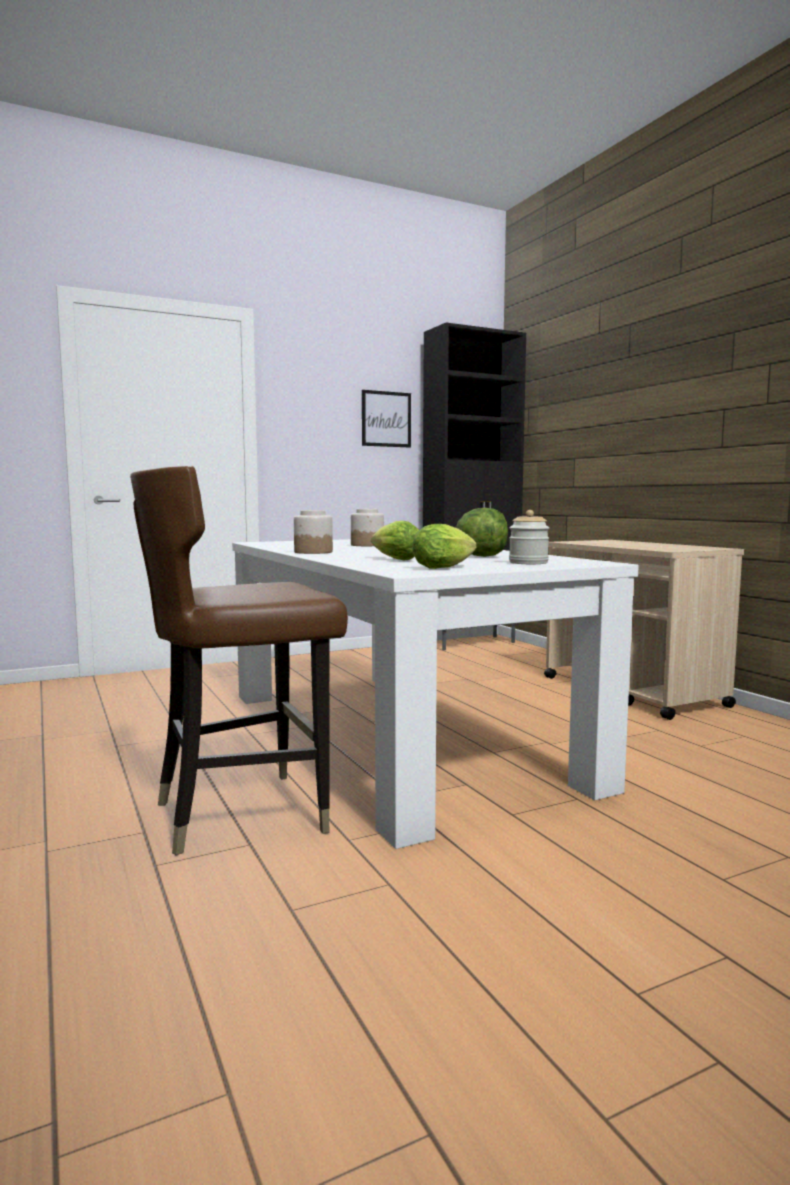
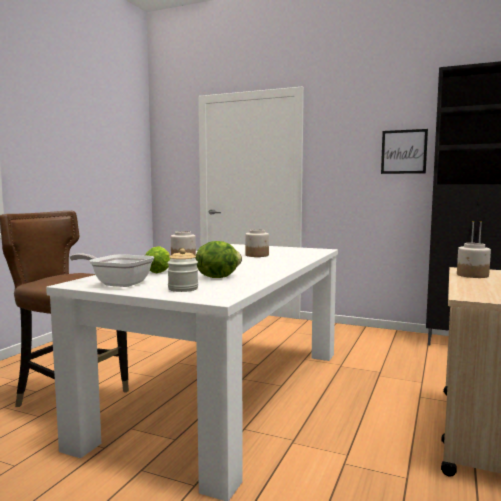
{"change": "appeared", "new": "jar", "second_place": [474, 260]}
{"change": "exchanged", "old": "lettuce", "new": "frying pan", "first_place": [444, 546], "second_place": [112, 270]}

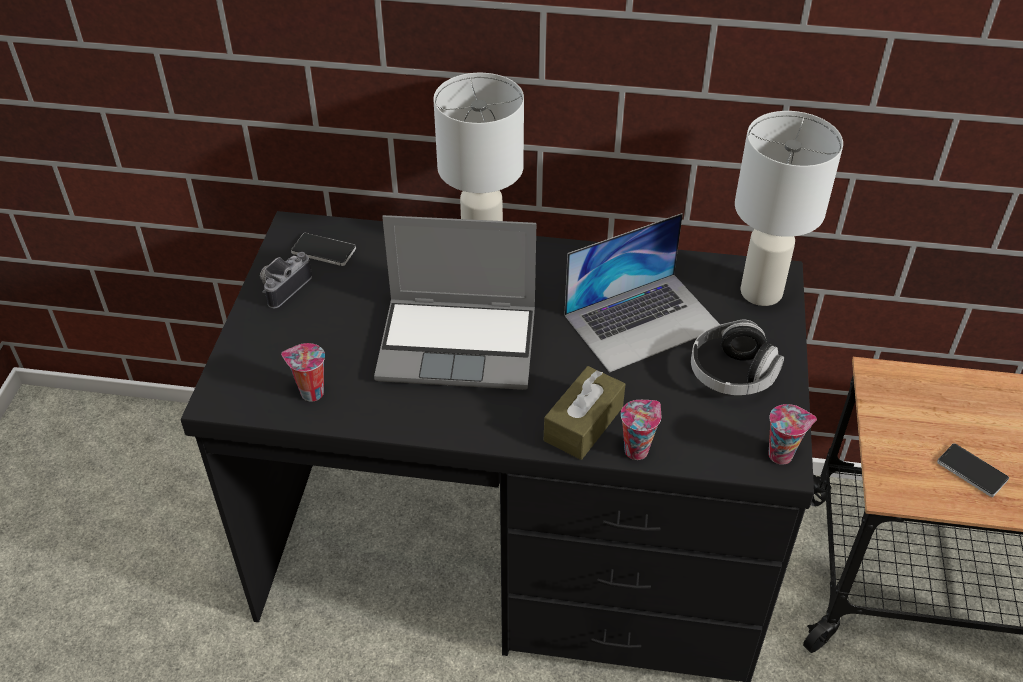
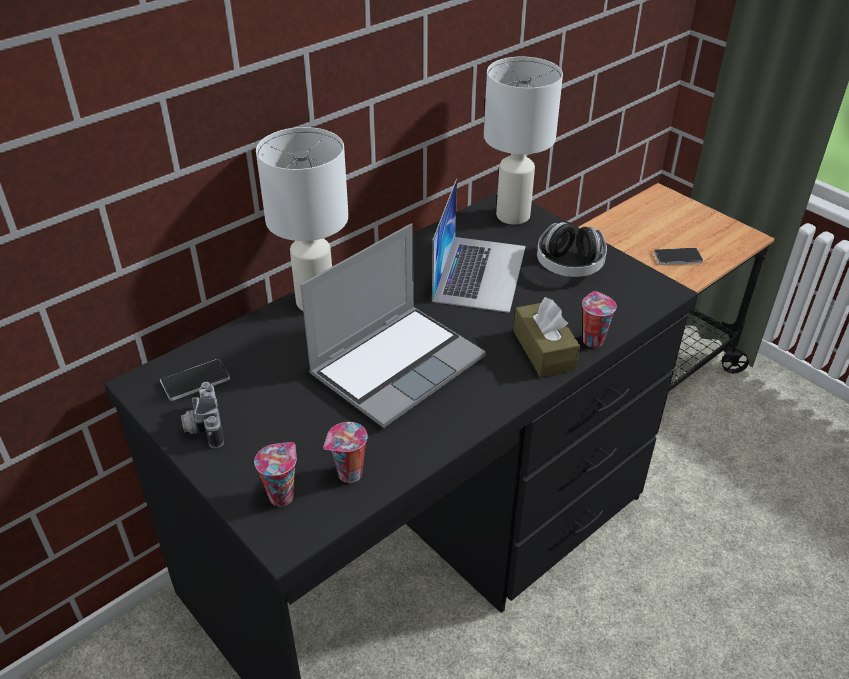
{"change": "relocated", "old": "cup", "first_place": [792, 434], "second_place": [275, 474]}

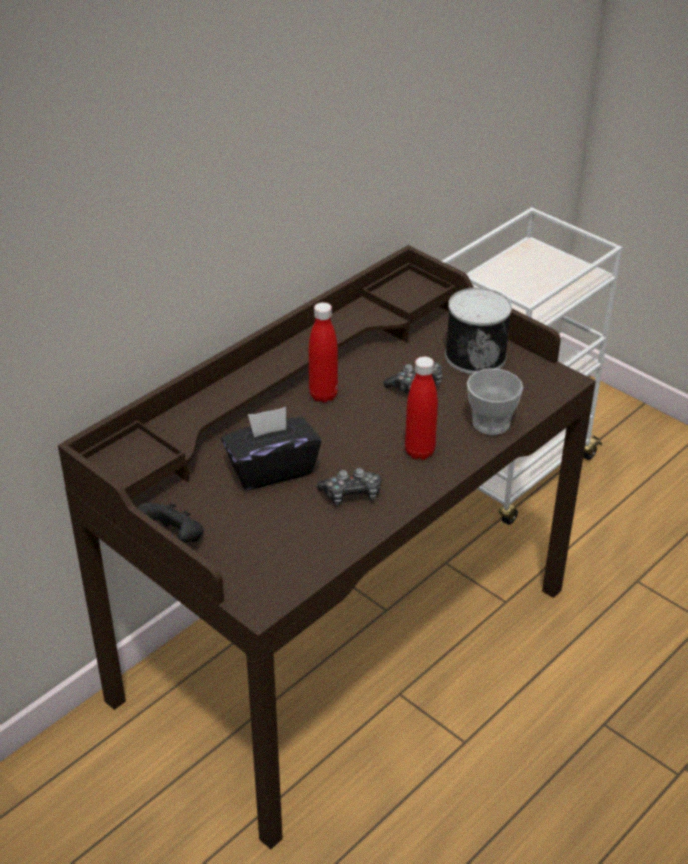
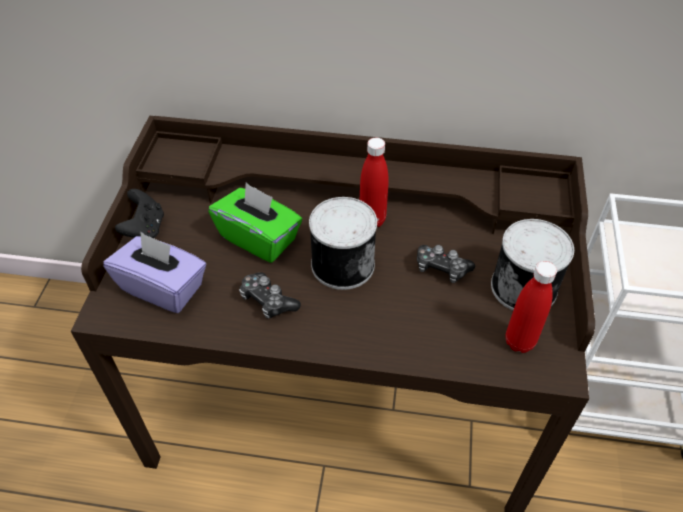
{"change": "missing", "old": "cup", "first_place": [495, 401]}
{"change": "appeared", "new": "purple tissue box", "second_place": [155, 272]}
{"change": "appeared", "new": "can", "second_place": [343, 243]}
{"change": "relocated", "old": "red bottle", "first_place": [421, 408], "second_place": [531, 307]}
{"change": "colour", "old": "black tissue box", "new": "green tissue box", "first_place": [271, 448], "second_place": [255, 222]}

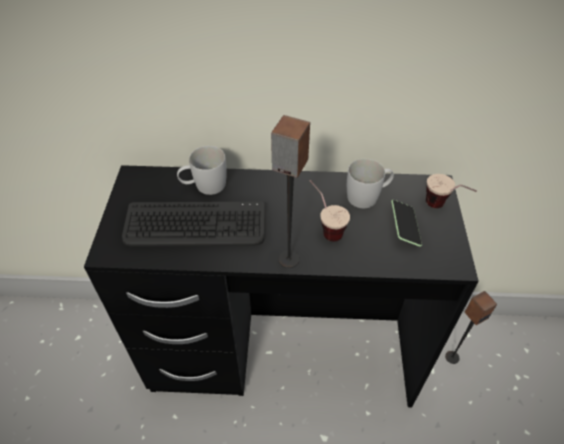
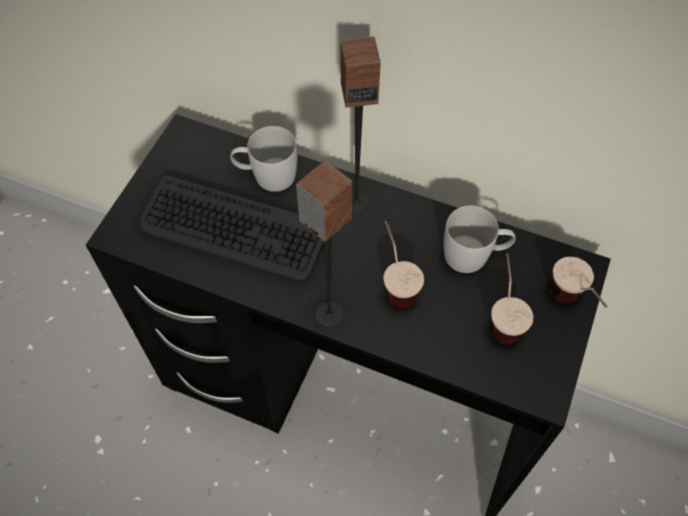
{"change": "relocated", "old": "speaker", "first_place": [471, 327], "second_place": [360, 124]}
{"change": "exchanged", "old": "phone", "new": "cup", "first_place": [406, 223], "second_place": [512, 299]}

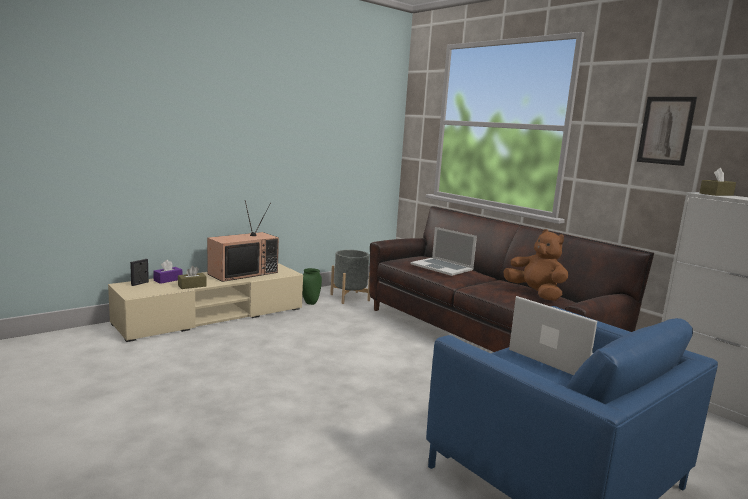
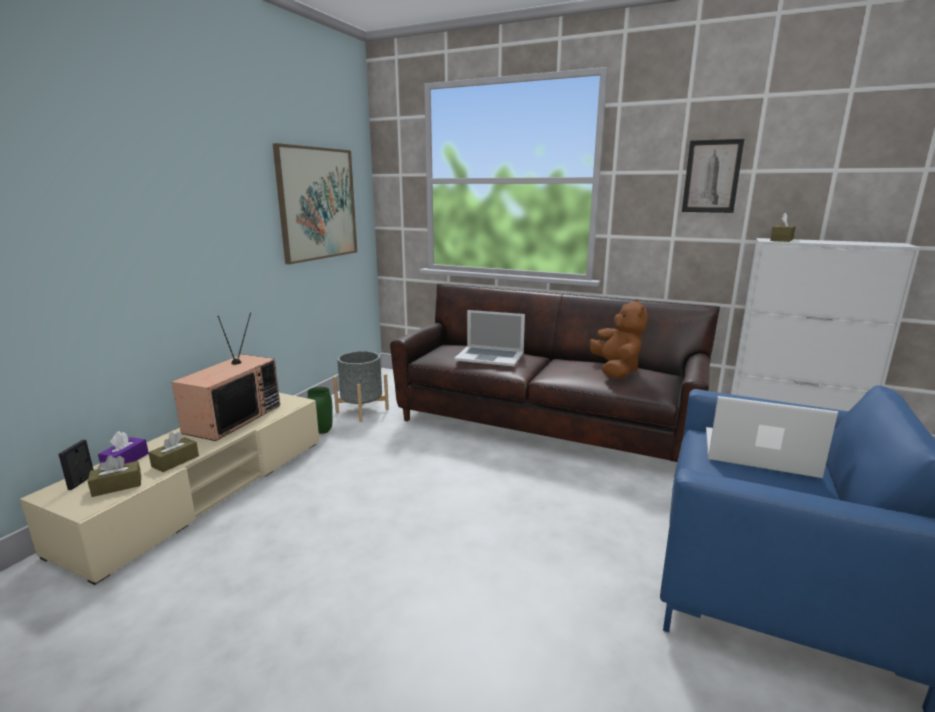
{"change": "appeared", "new": "brown tissue box", "second_place": [114, 476]}
{"change": "appeared", "new": "picture", "second_place": [314, 203]}
{"change": "spun", "old": "brown plush toy", "first_place": [535, 265], "second_place": [618, 339], "degrees": 60}

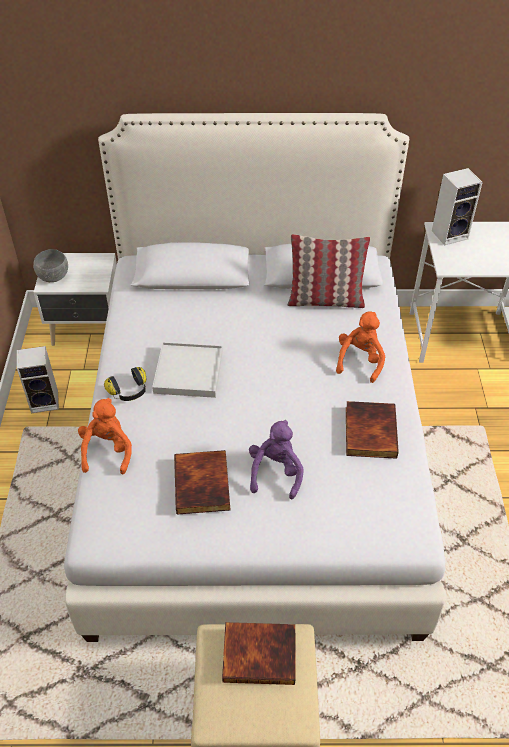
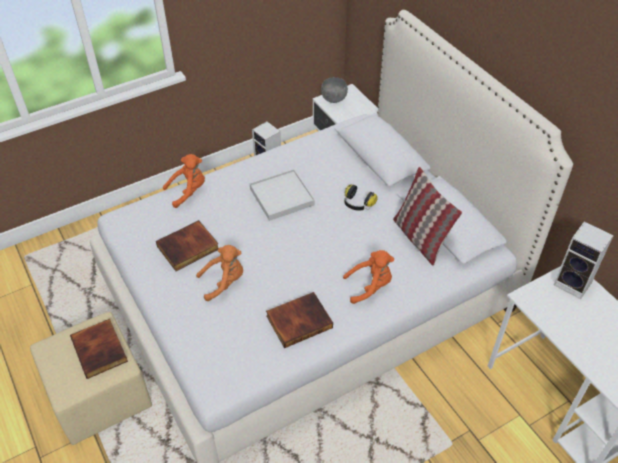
{"change": "relocated", "old": "headphones", "first_place": [125, 384], "second_place": [361, 197]}
{"change": "colour", "old": "purple plush toy", "new": "orange plush toy", "first_place": [276, 459], "second_place": [219, 273]}

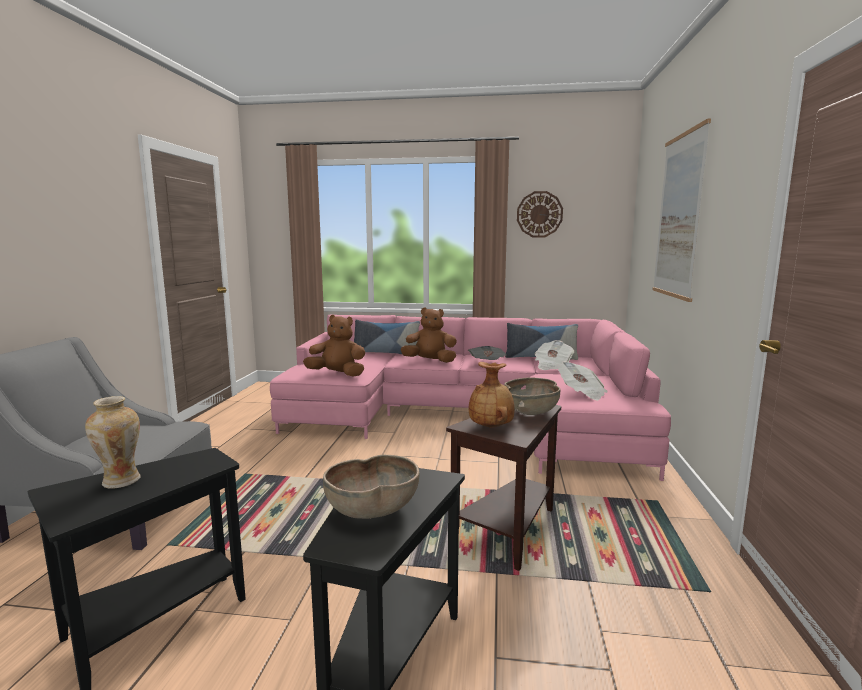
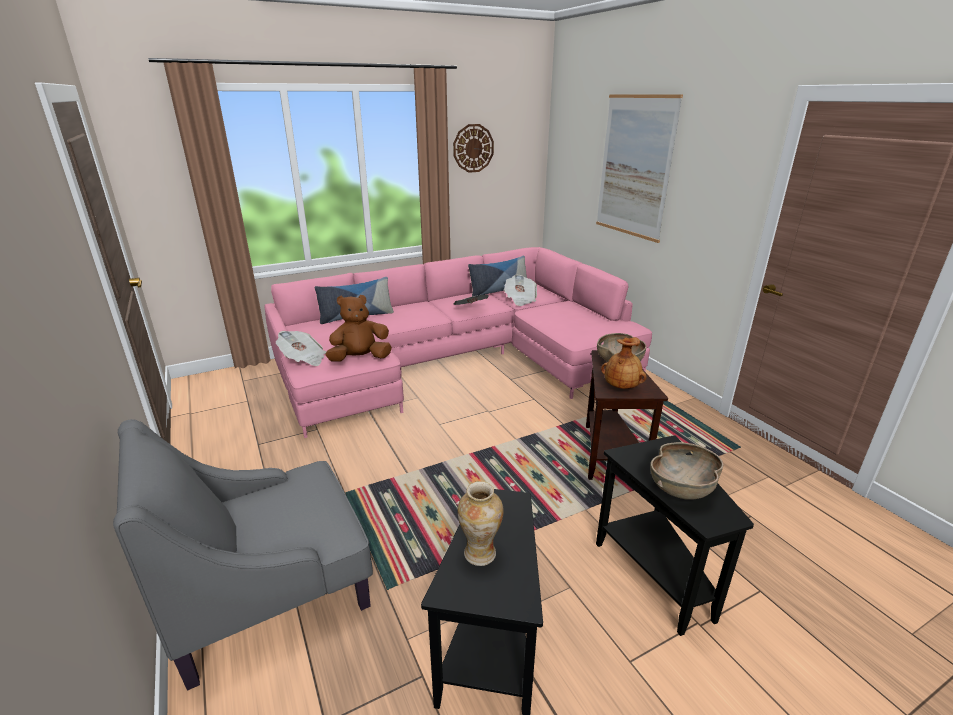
{"change": "missing", "old": "brown plush toy", "first_place": [428, 335]}
{"change": "relocated", "old": "newspaper", "first_place": [583, 381], "second_place": [301, 348]}

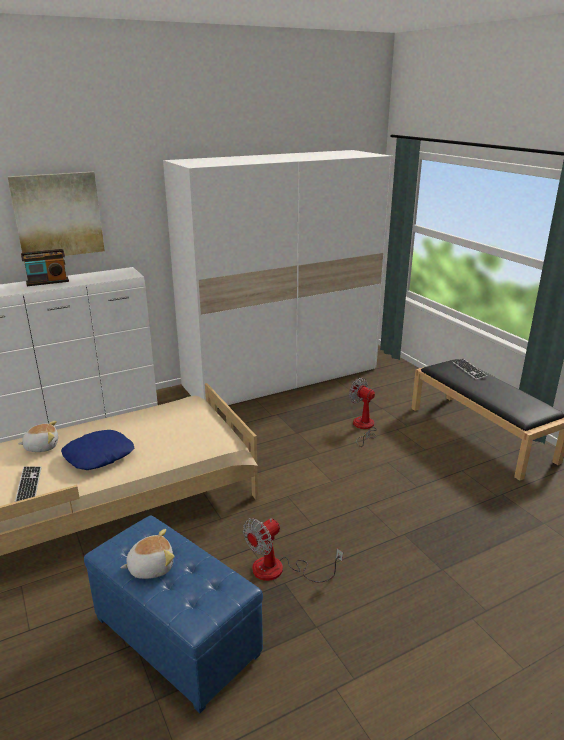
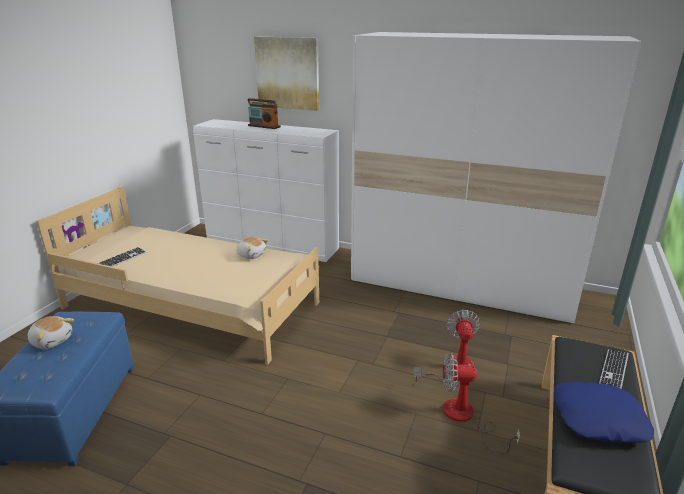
{"change": "relocated", "old": "plush toy", "first_place": [38, 436], "second_place": [252, 248]}
{"change": "relocated", "old": "blue pillow", "first_place": [97, 450], "second_place": [604, 412]}
{"change": "relocated", "old": "fan", "first_place": [293, 550], "second_place": [481, 403]}

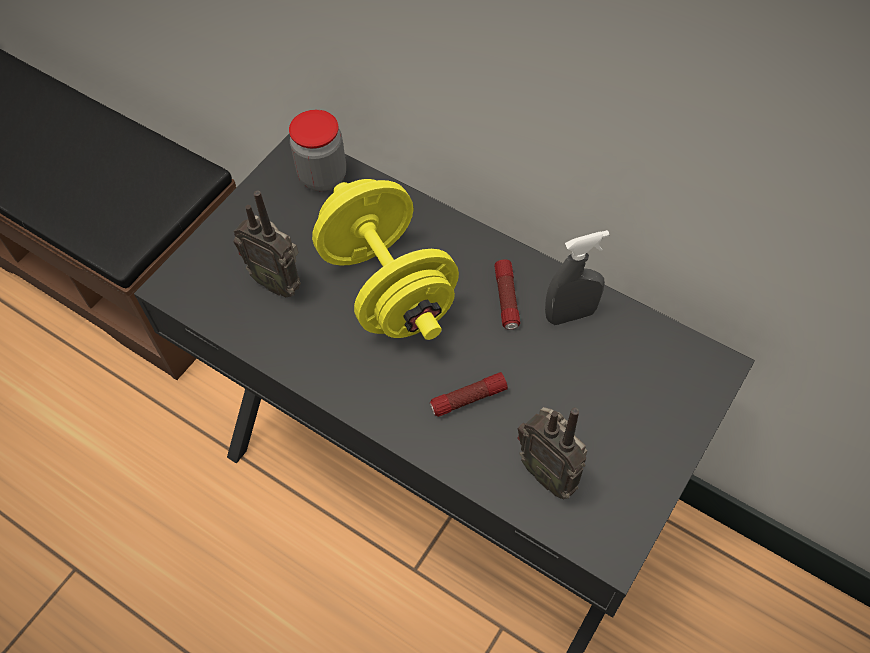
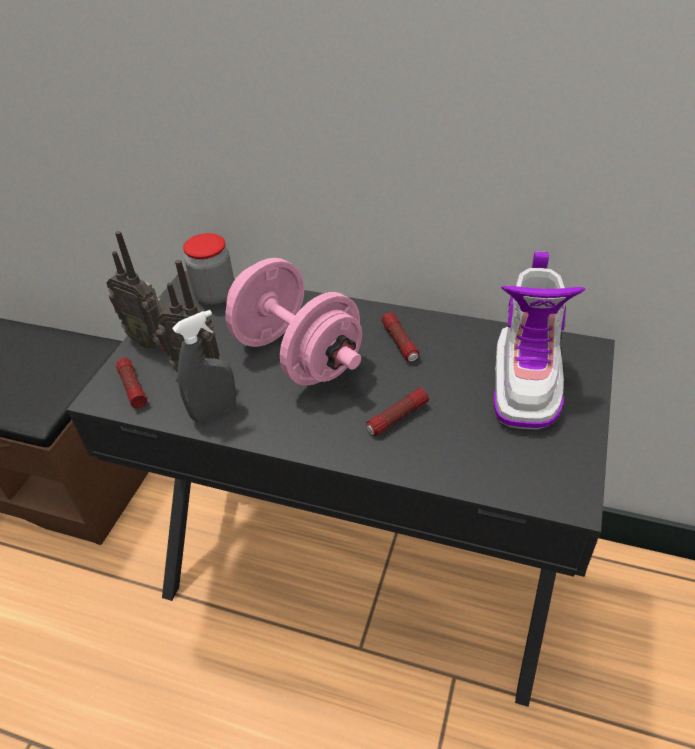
{"change": "appeared", "new": "flashlight", "second_place": [131, 383]}
{"change": "appeared", "new": "boot", "second_place": [539, 340]}
{"change": "relocated", "old": "radio", "first_place": [552, 453], "second_place": [135, 290]}
{"change": "relocated", "old": "grey spray bottle", "first_place": [577, 277], "second_place": [204, 366]}
{"change": "colour", "old": "yellow dumbbell", "new": "pink dumbbell", "first_place": [385, 259], "second_place": [293, 322]}

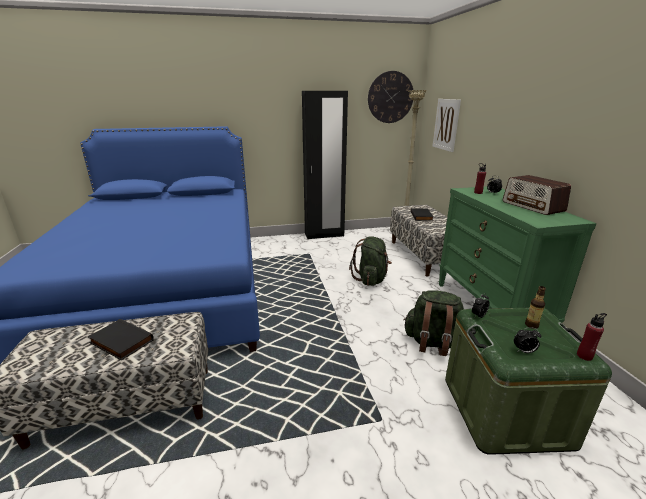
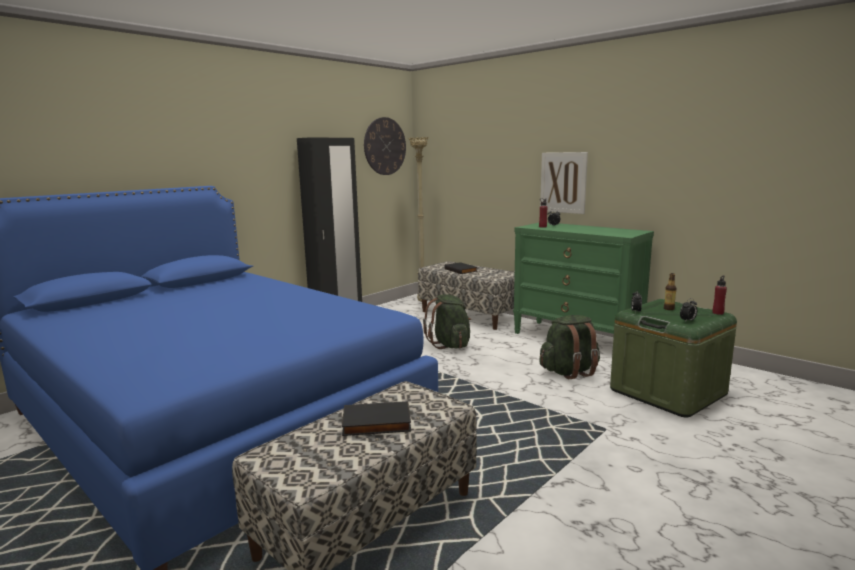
{"change": "missing", "old": "radio", "first_place": [537, 195]}
{"change": "relocated", "old": "picture", "first_place": [446, 125], "second_place": [564, 183]}

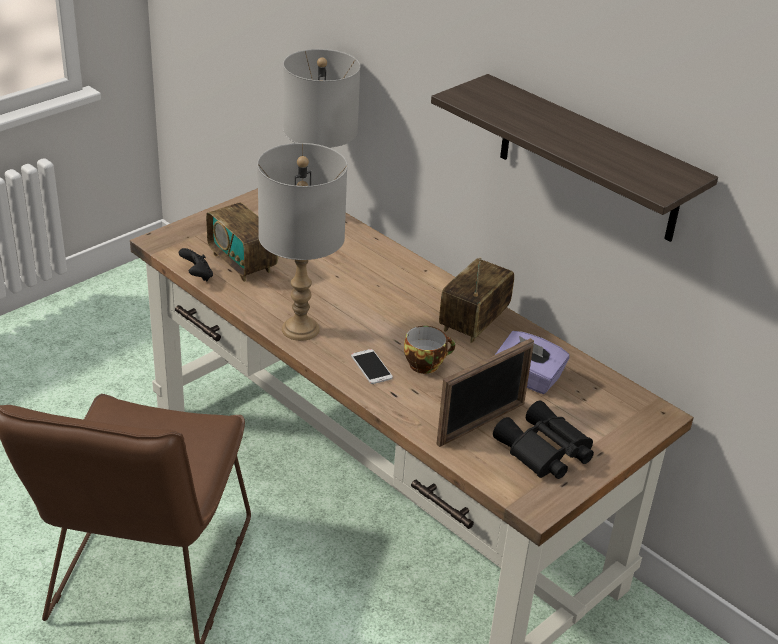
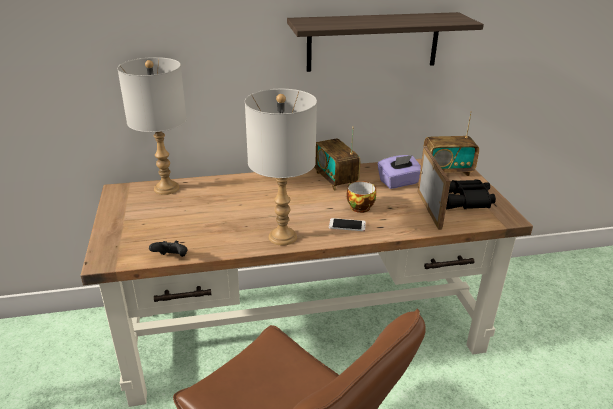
{"change": "relocated", "old": "radio", "first_place": [242, 242], "second_place": [451, 143]}

